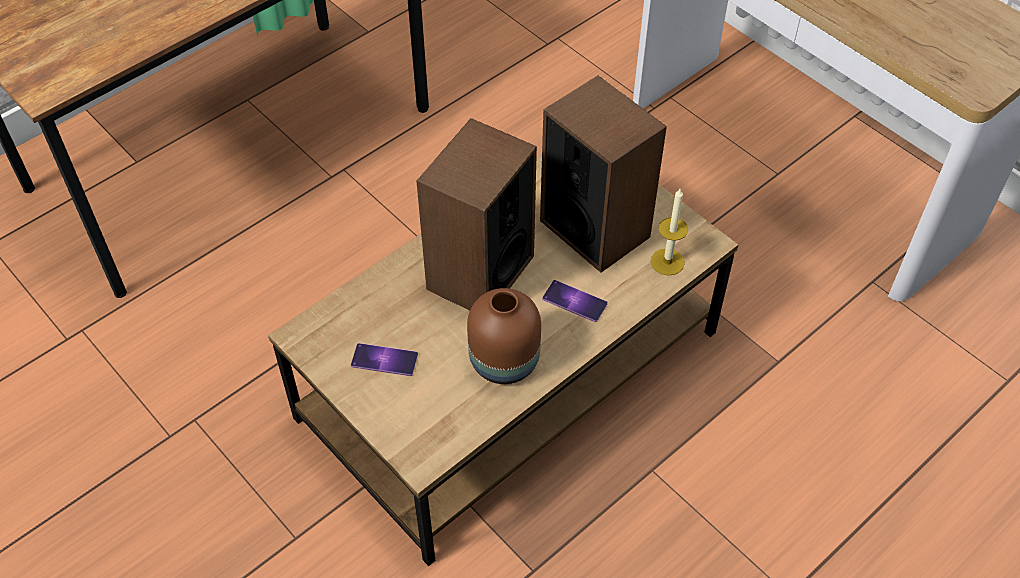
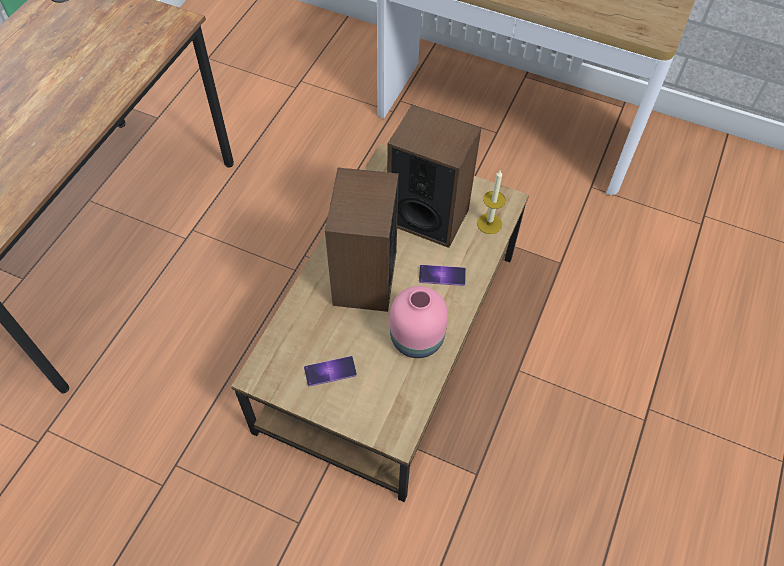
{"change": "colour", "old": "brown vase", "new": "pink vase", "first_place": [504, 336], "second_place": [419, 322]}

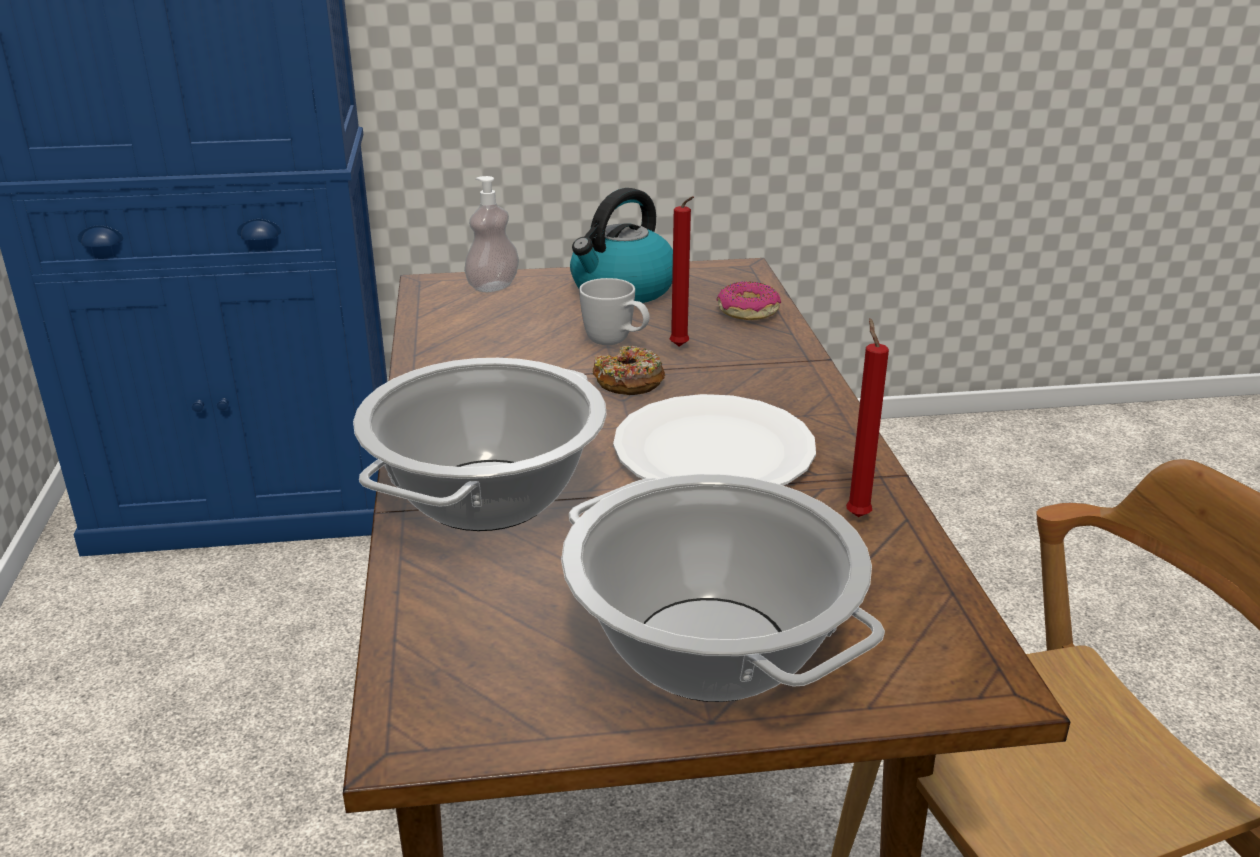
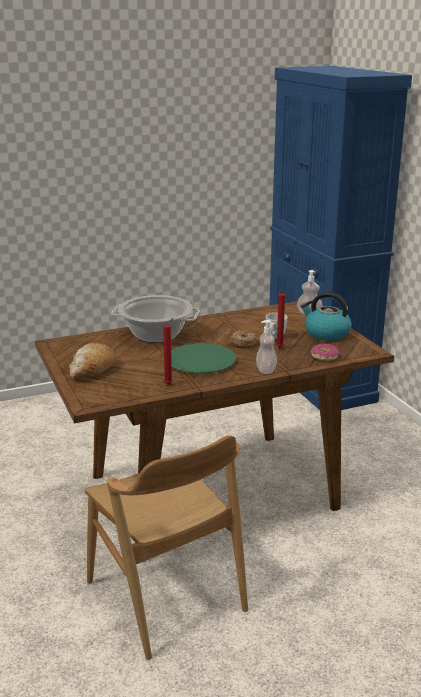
{"change": "appeared", "new": "soap dispenser", "second_place": [266, 347]}
{"change": "exchanged", "old": "cooking pot", "new": "bread", "first_place": [723, 588], "second_place": [92, 361]}
{"change": "colour", "old": "white plate", "new": "green plate", "first_place": [714, 439], "second_place": [203, 358]}

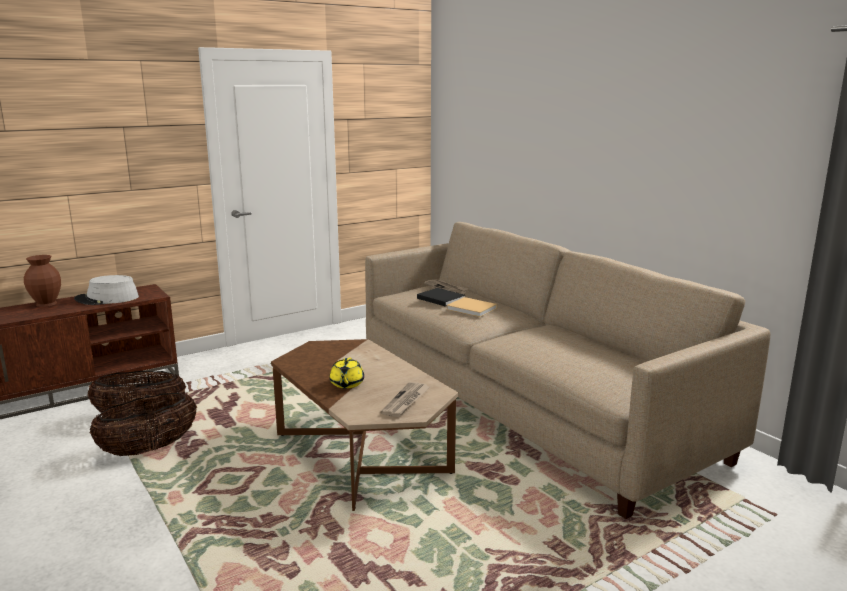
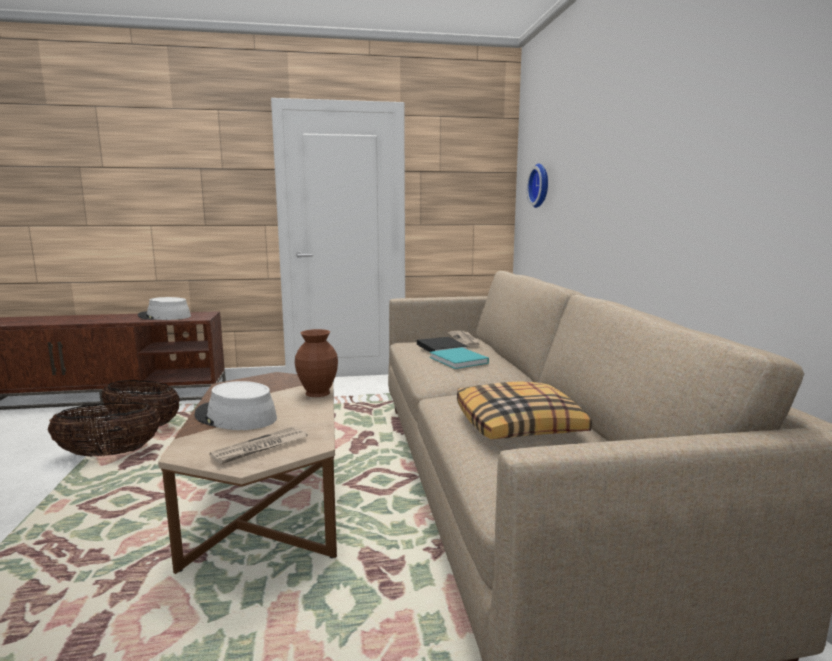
{"change": "appeared", "new": "pillow", "second_place": [524, 410]}
{"change": "appeared", "new": "wall clock", "second_place": [537, 186]}
{"change": "relocated", "old": "brown vase", "first_place": [42, 281], "second_place": [316, 363]}
{"change": "exchanged", "old": "yellow teapot", "new": "grey hat", "first_place": [346, 373], "second_place": [236, 405]}
{"change": "colour", "old": "beige book", "new": "turquoise book", "first_place": [471, 307], "second_place": [459, 358]}

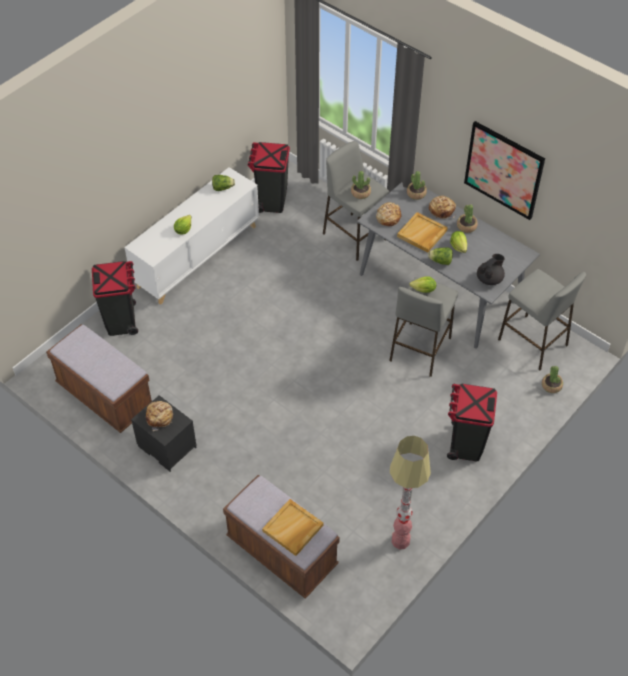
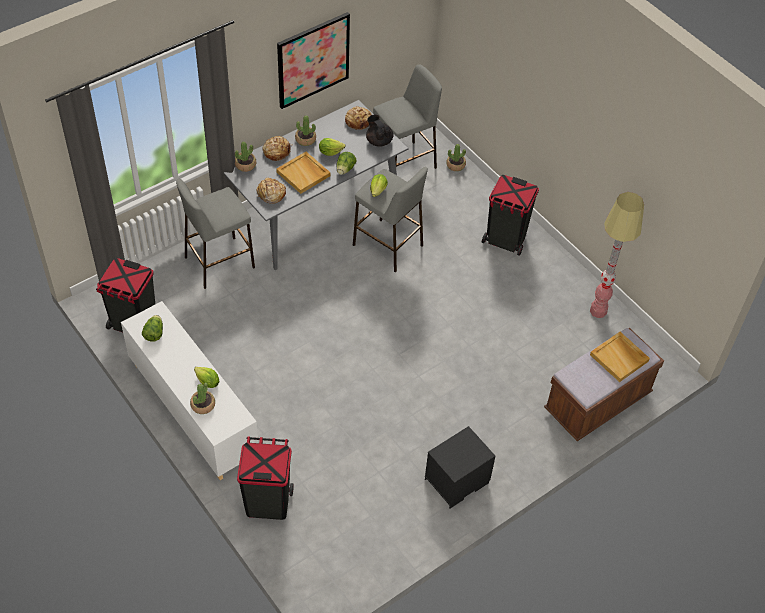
{"change": "missing", "old": "brown bench", "first_place": [99, 378]}
{"change": "relocated", "old": "bread", "first_place": [159, 416], "second_place": [358, 118]}
{"change": "relocated", "old": "potted plant", "first_place": [361, 185], "second_place": [202, 398]}

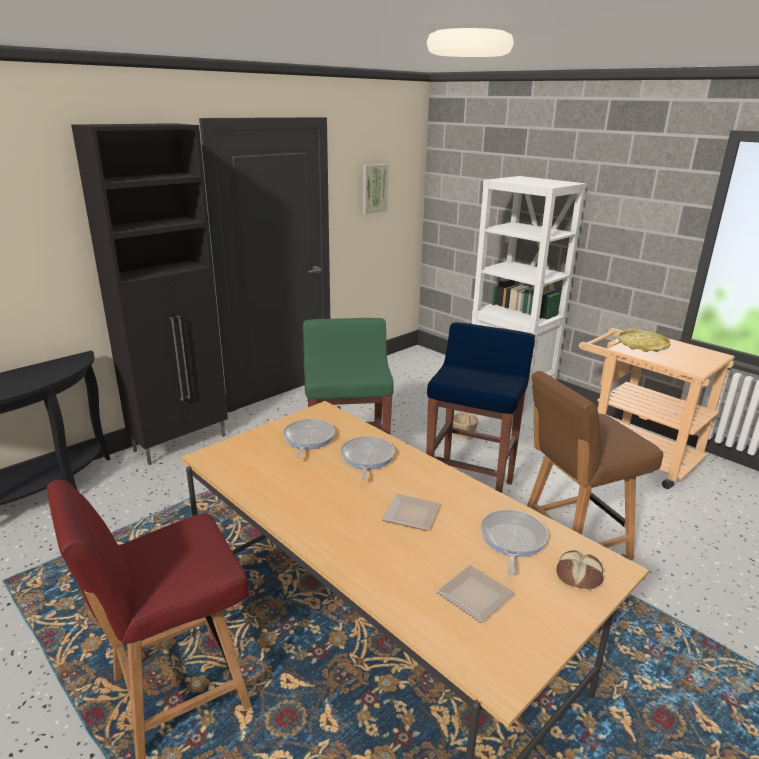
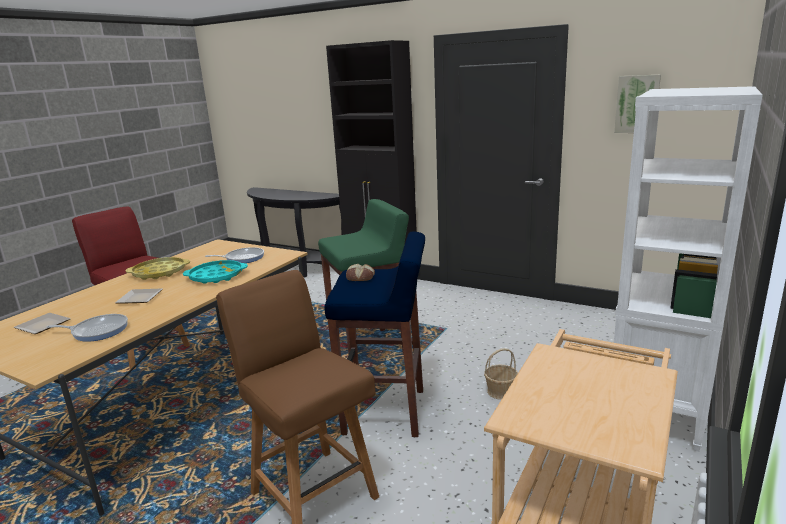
{"change": "relocated", "old": "bread", "first_place": [580, 570], "second_place": [360, 272]}
{"change": "relocated", "old": "yellow tray", "first_place": [644, 340], "second_place": [158, 268]}
{"change": "exchanged", "old": "frying pan", "new": "turquoise tray", "first_place": [367, 458], "second_place": [215, 272]}

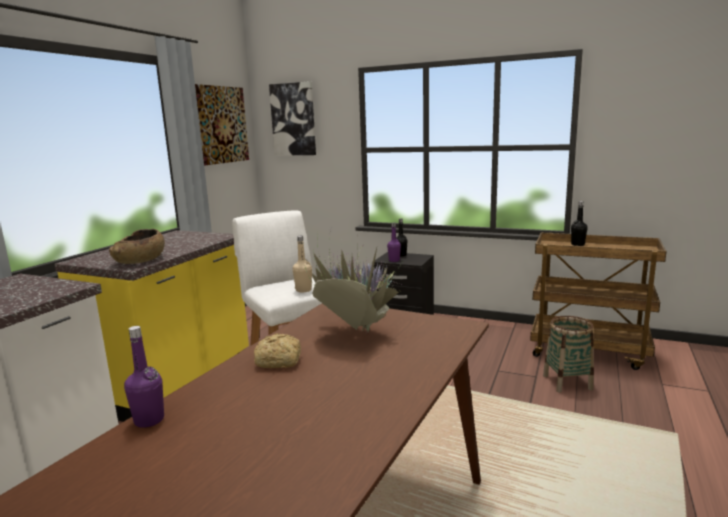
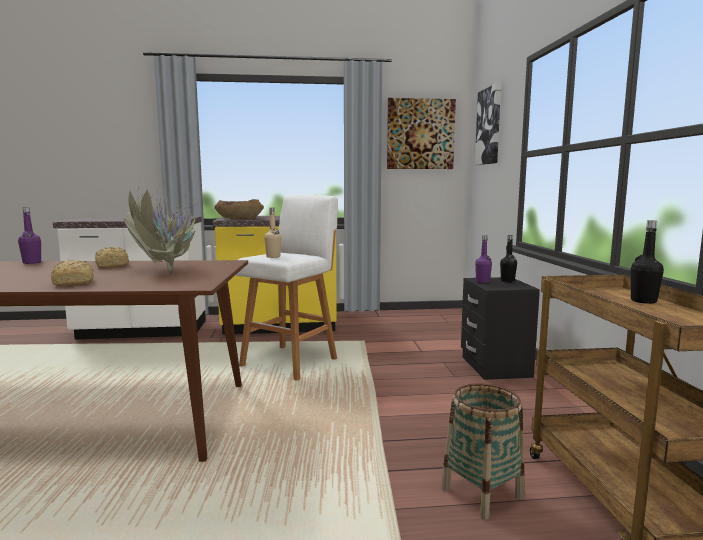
{"change": "appeared", "new": "bread", "second_place": [72, 273]}

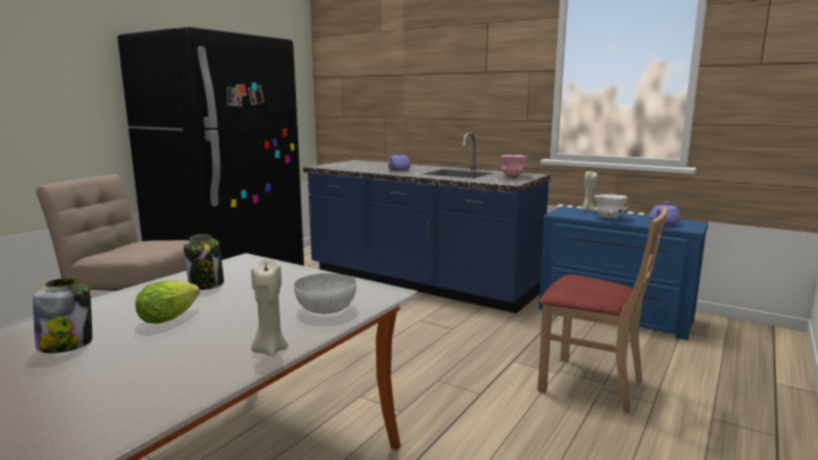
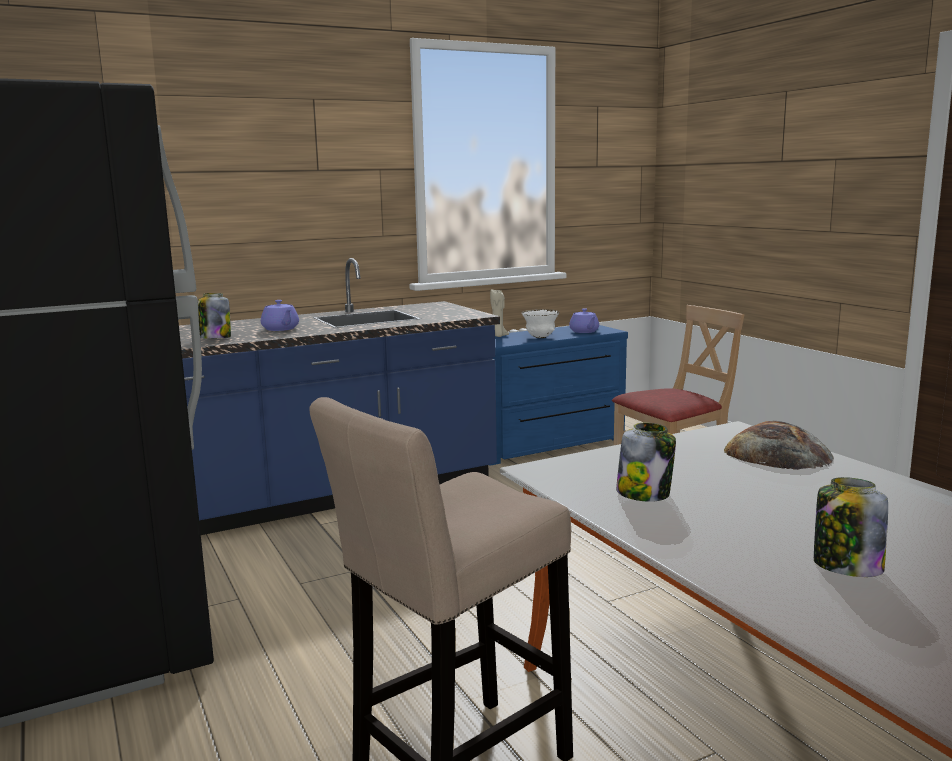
{"change": "missing", "old": "lettuce", "first_place": [167, 302]}
{"change": "missing", "old": "beige candle", "first_place": [269, 308]}
{"change": "missing", "old": "pink bowl", "first_place": [513, 165]}
{"change": "appeared", "new": "jar", "second_place": [214, 316]}
{"change": "exchanged", "old": "white bowl", "new": "bread", "first_place": [325, 293], "second_place": [779, 445]}

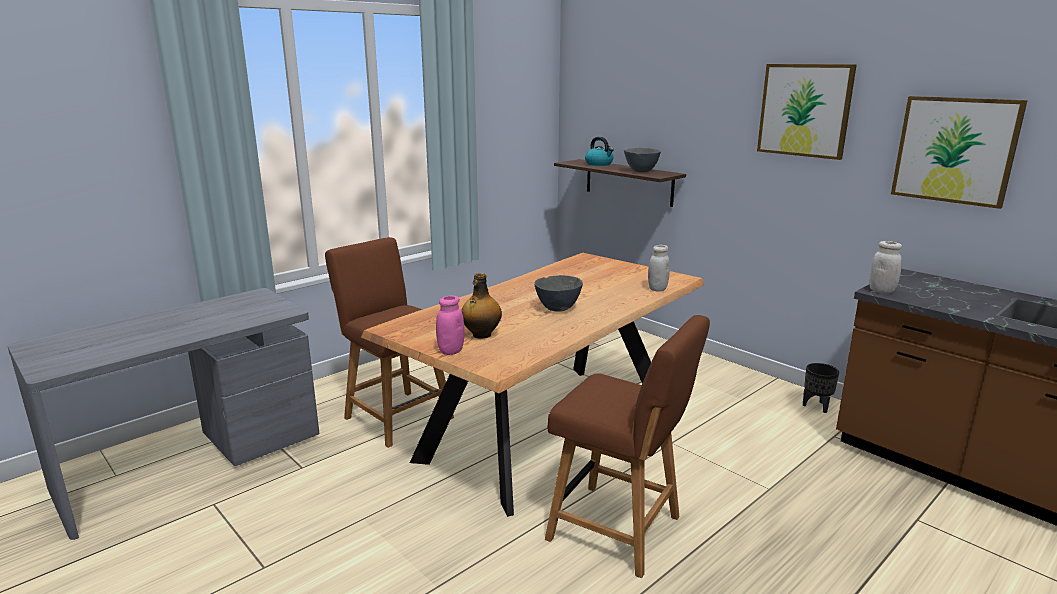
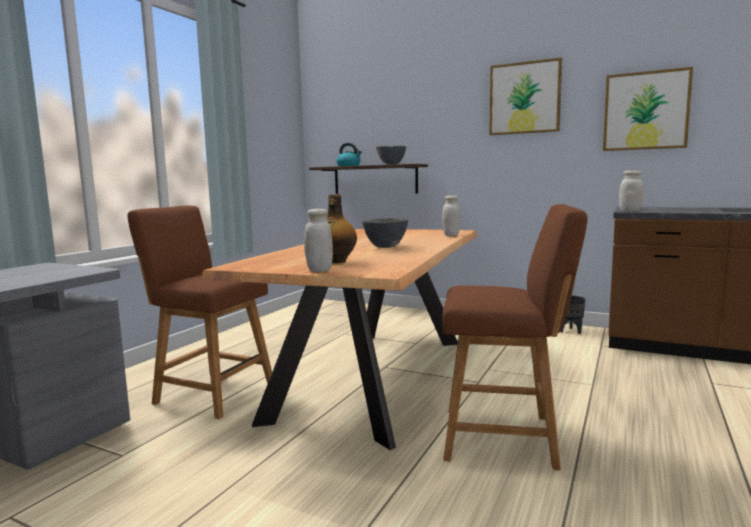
{"change": "colour", "old": "pink jar", "new": "white jar", "first_place": [450, 325], "second_place": [318, 240]}

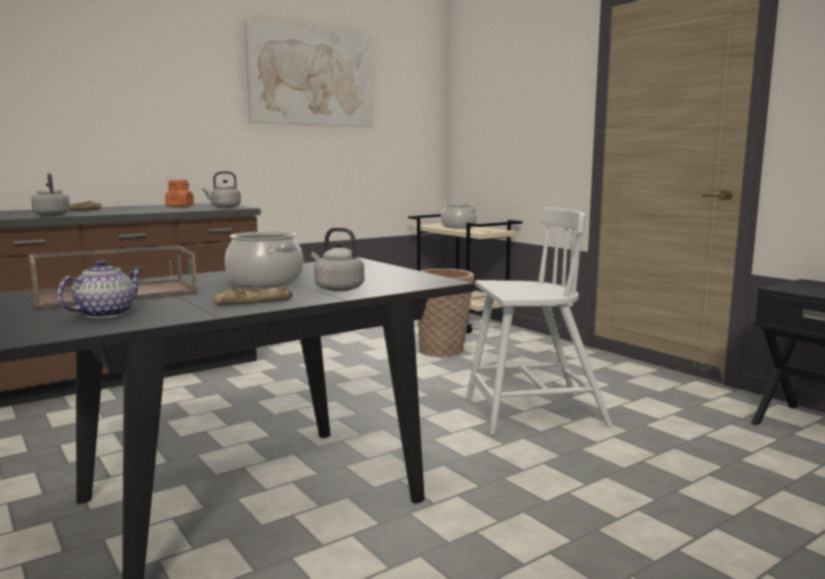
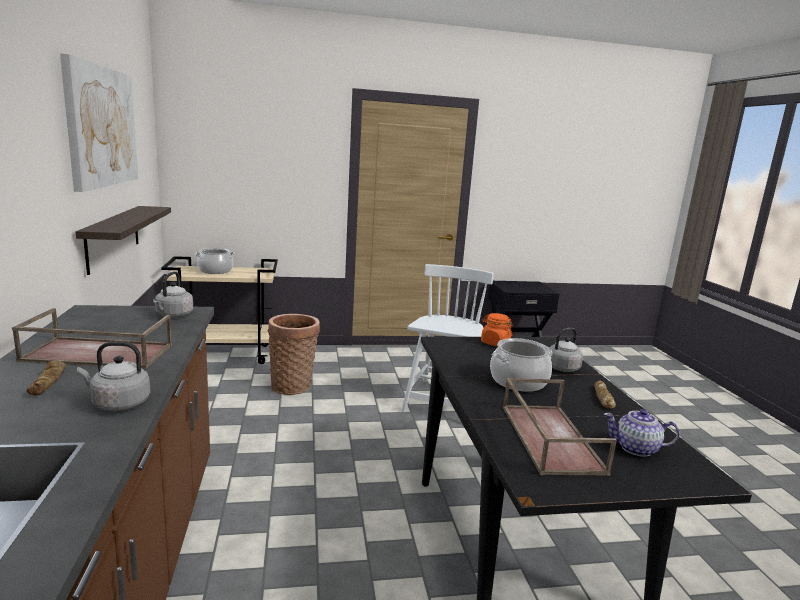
{"change": "appeared", "new": "brown tray", "second_place": [92, 338]}
{"change": "appeared", "new": "shelf", "second_place": [123, 240]}
{"change": "relocated", "old": "orange jar", "first_place": [179, 193], "second_place": [497, 329]}
{"change": "spun", "old": "teapot", "first_place": [100, 289], "second_place": [642, 433], "degrees": -45}

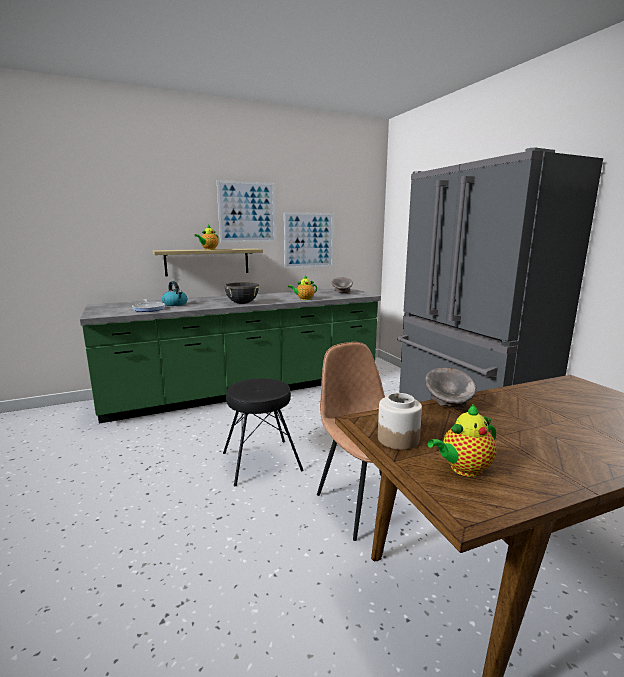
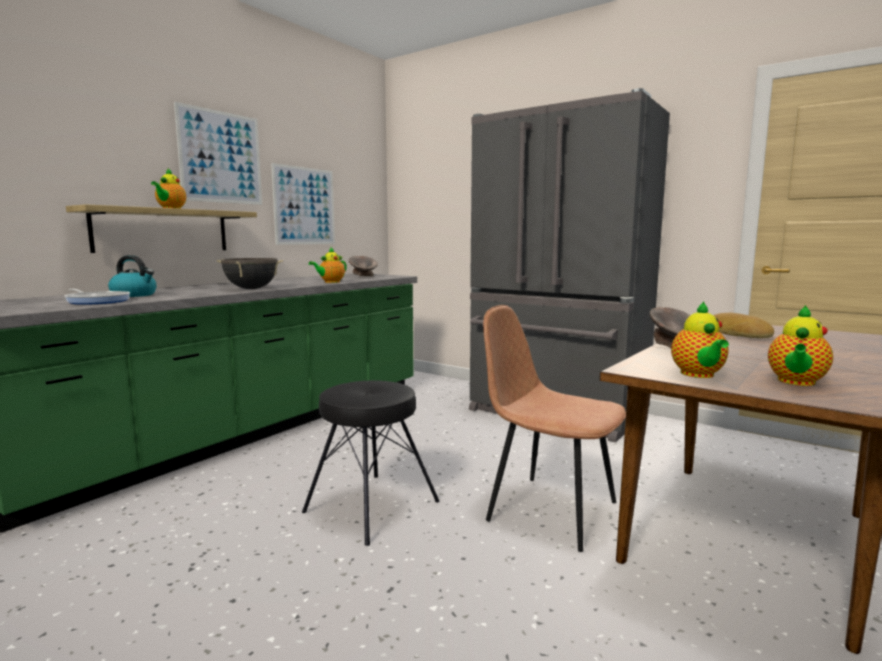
{"change": "appeared", "new": "bread", "second_place": [743, 325]}
{"change": "exchanged", "old": "jar", "new": "teapot", "first_place": [400, 421], "second_place": [700, 340]}

